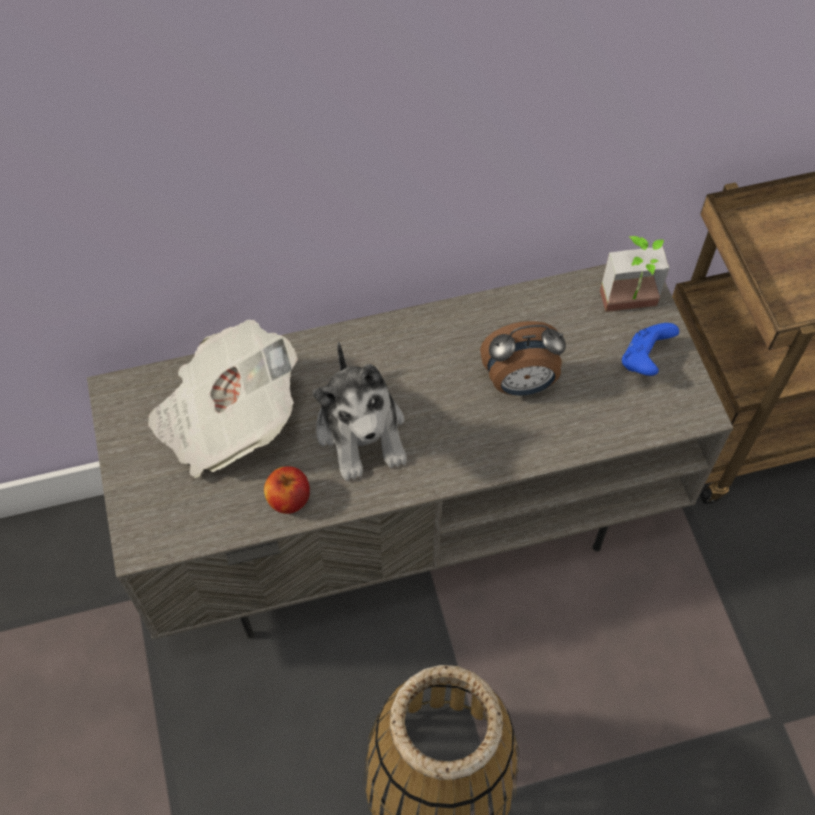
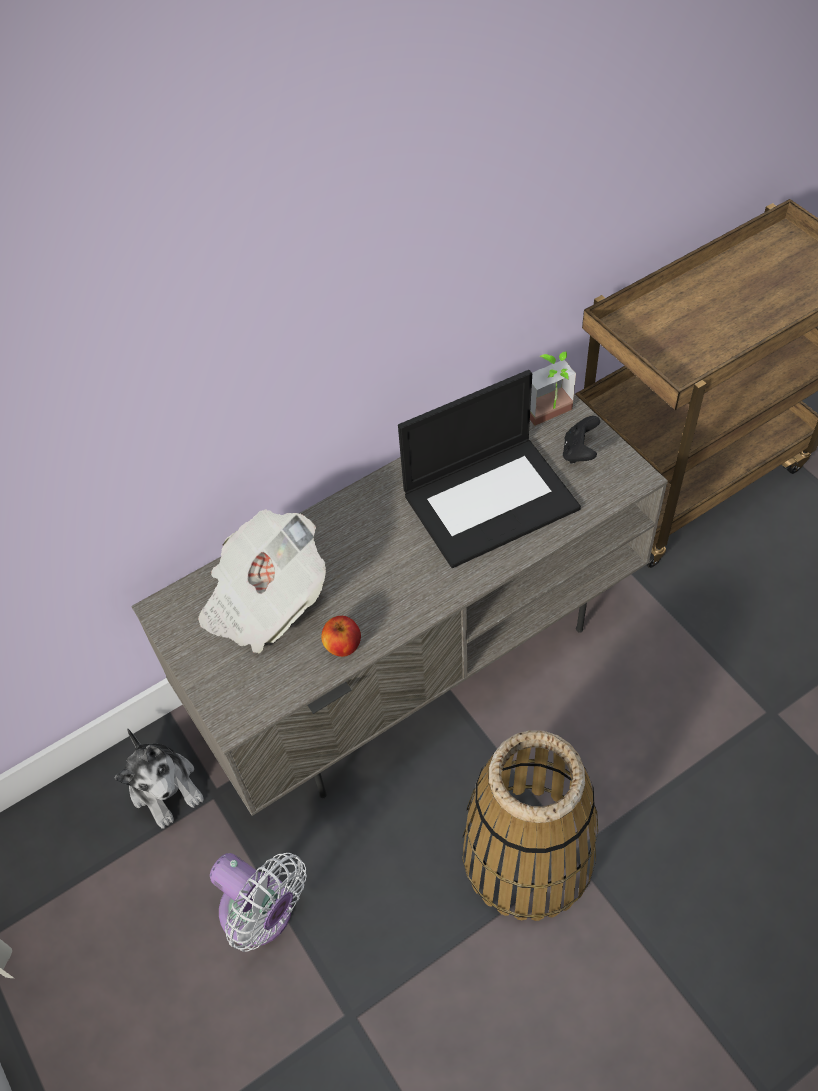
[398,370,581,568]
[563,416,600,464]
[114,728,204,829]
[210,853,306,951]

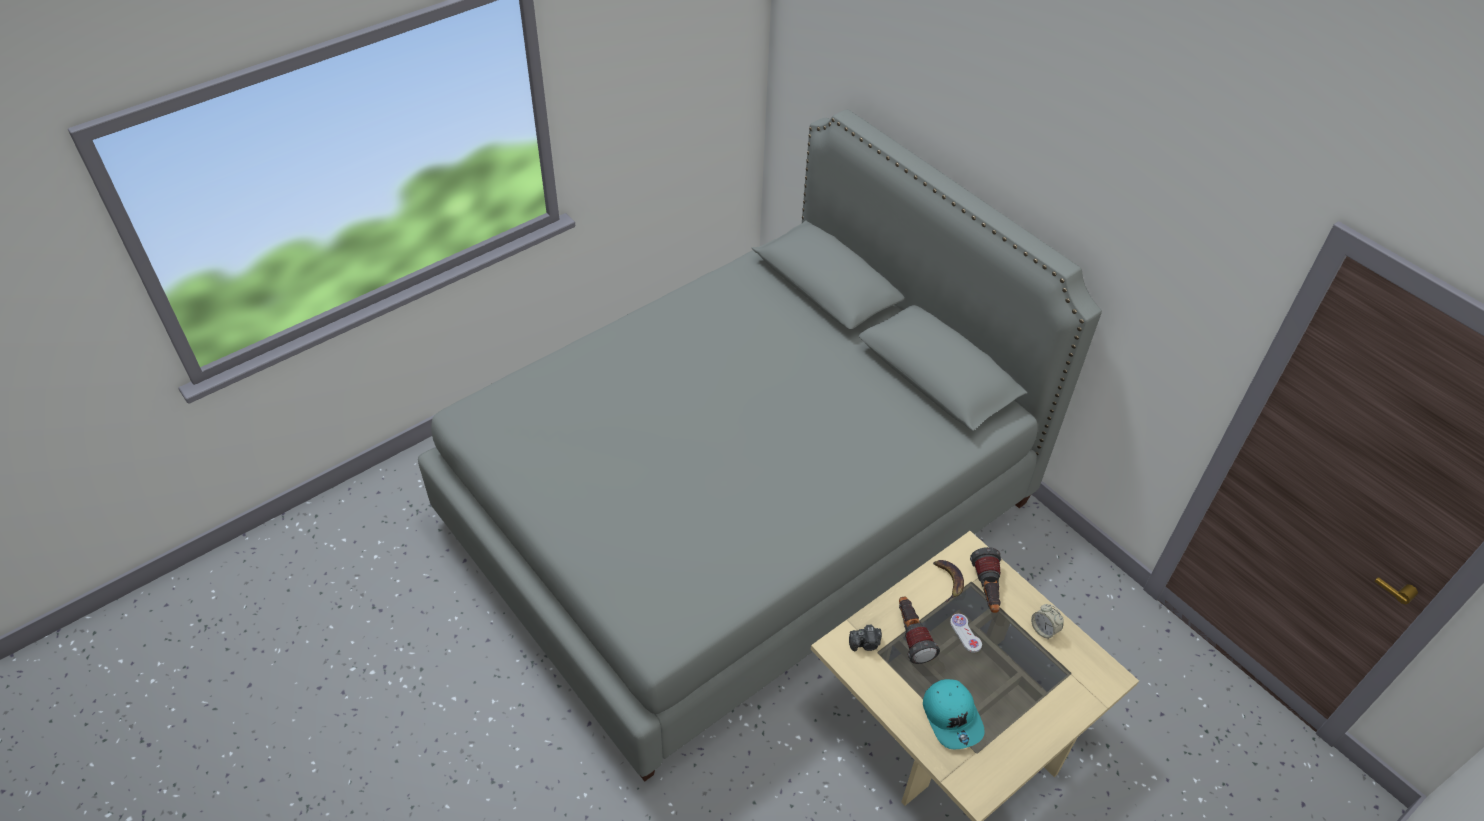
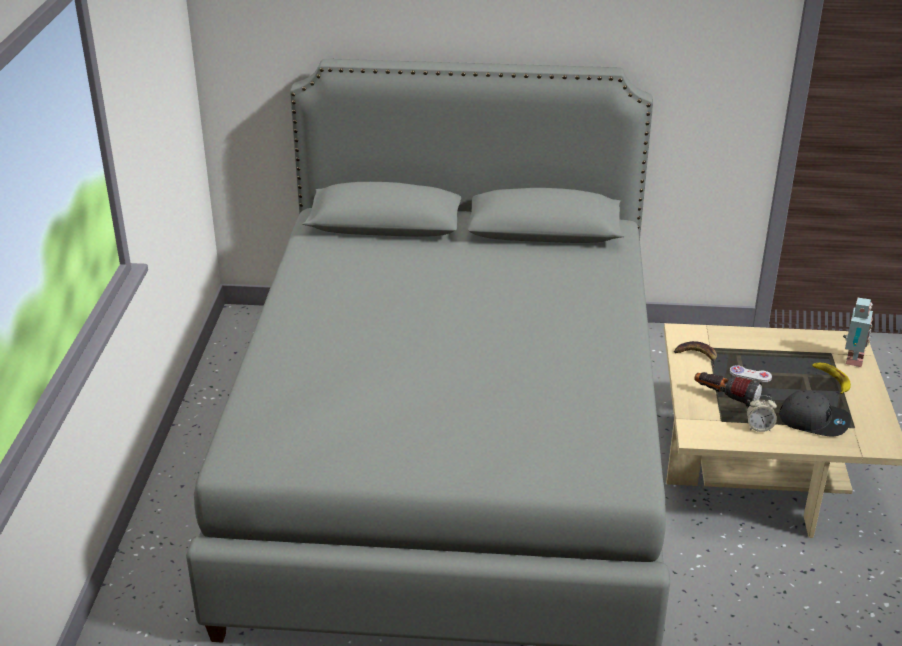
[970,547,1001,613] (first image)
[747,395,777,432]
[849,625,882,651] (first image)
[779,391,851,436]
[843,298,873,367]
[812,363,851,394]

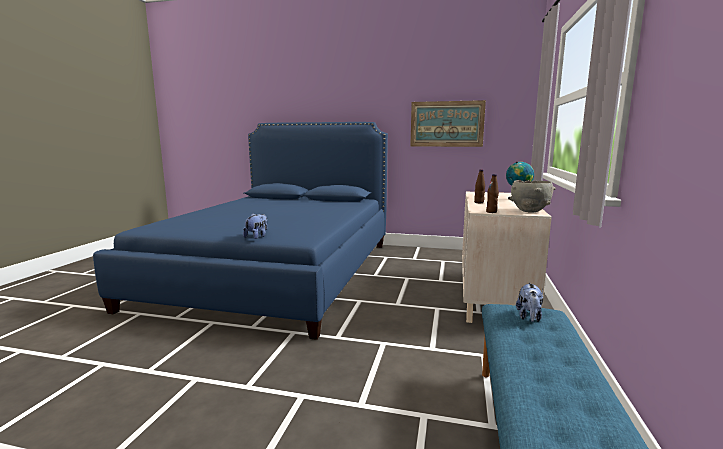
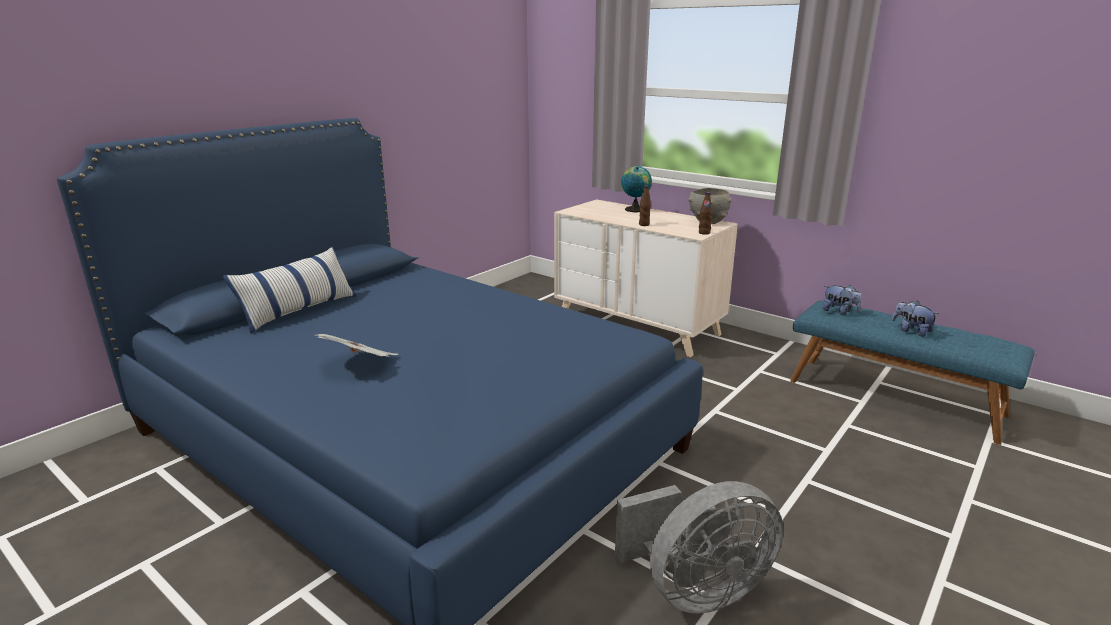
[410,100,486,147] (first image)
[892,301,938,337]
[223,247,356,334]
[317,334,398,357]
[615,481,783,614]

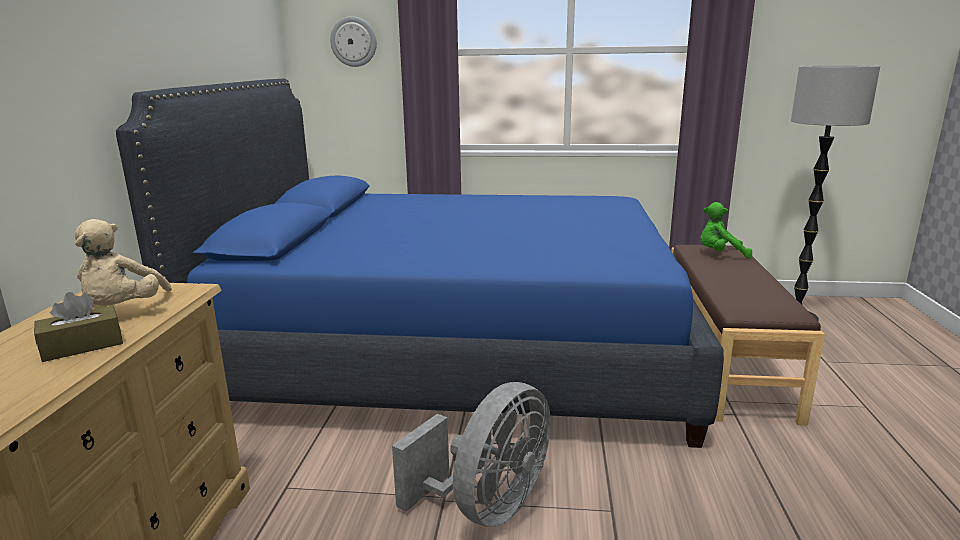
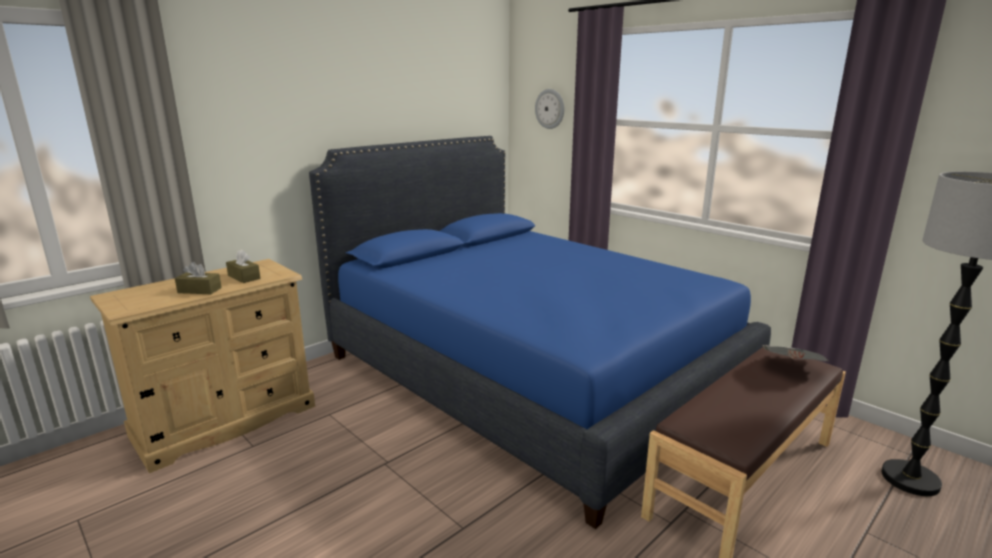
[762,345,829,361]
[226,250,260,283]
[392,382,551,527] (first image)

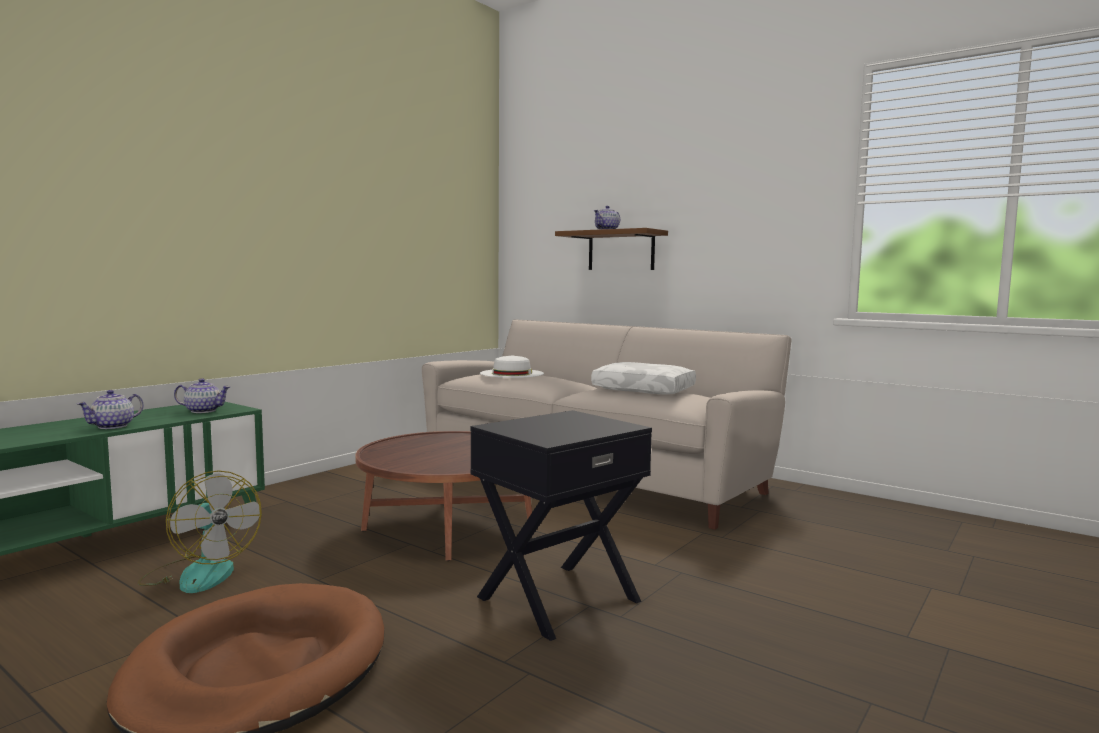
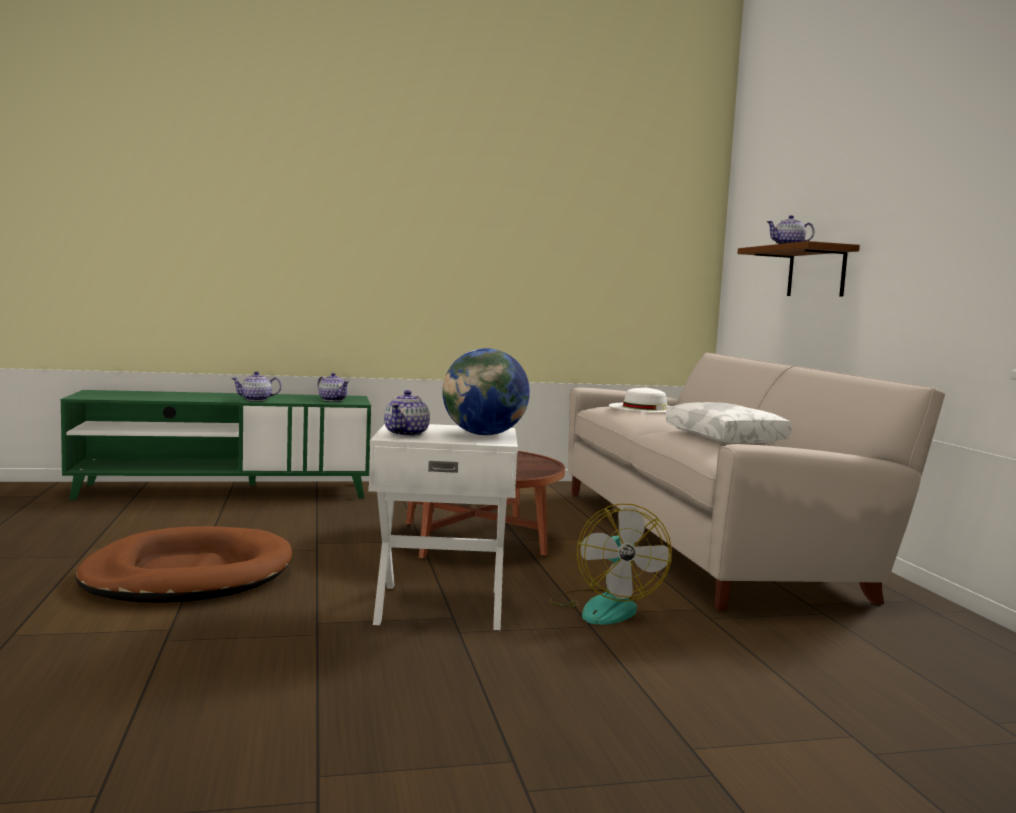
[368,424,518,630]
[549,503,672,625]
[442,348,530,435]
[384,390,430,437]

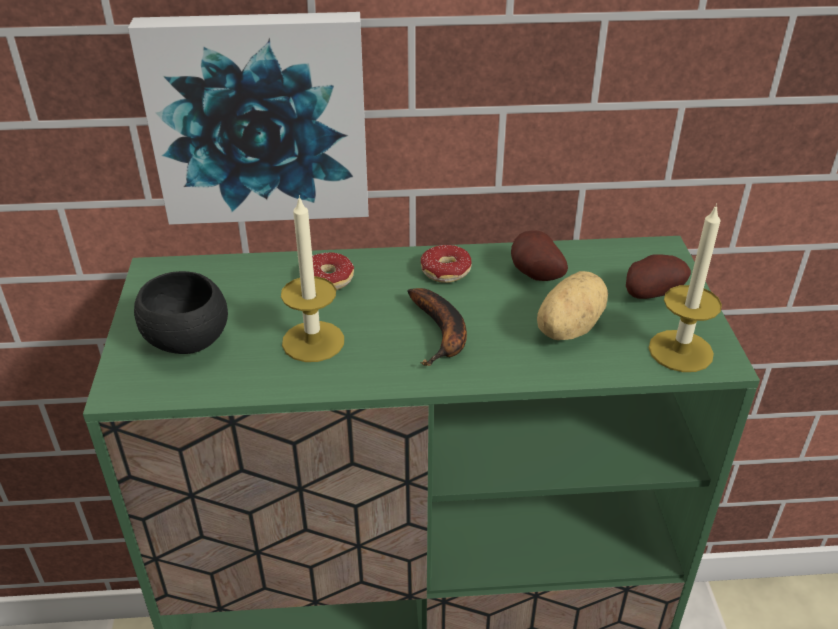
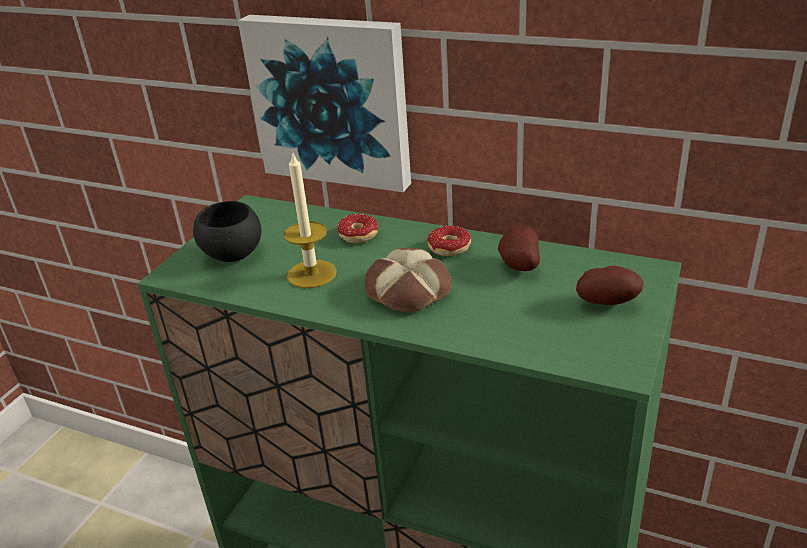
[649,204,722,372] (first image)
[537,271,608,340] (first image)
[364,248,452,312]

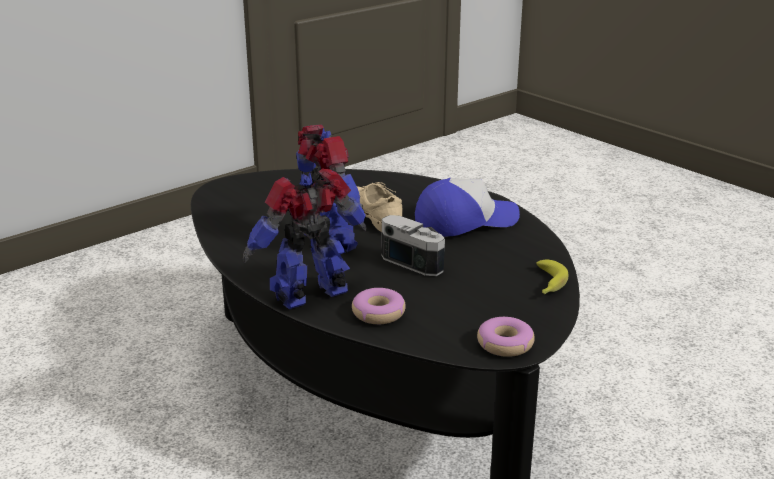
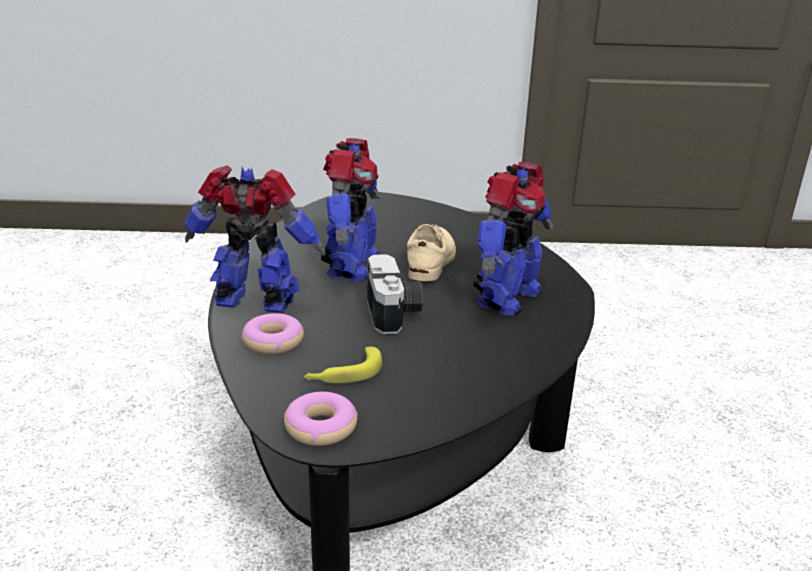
[473,162,554,316]
[304,347,382,384]

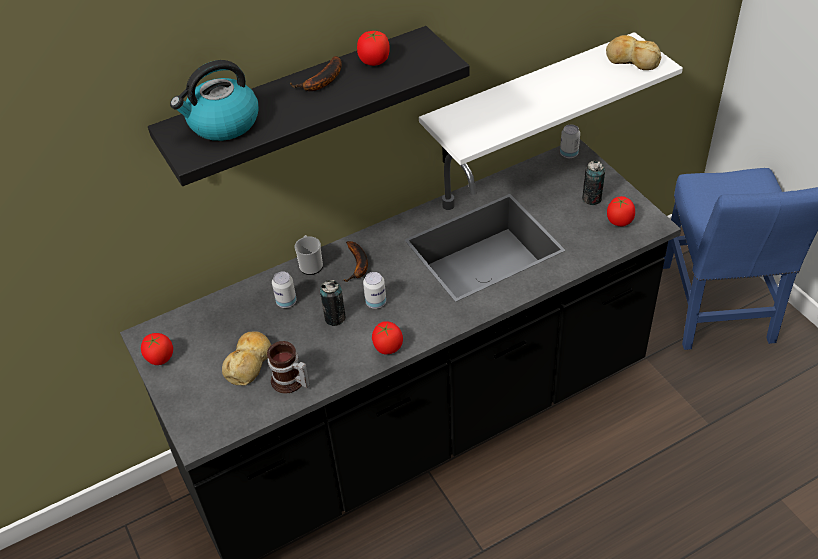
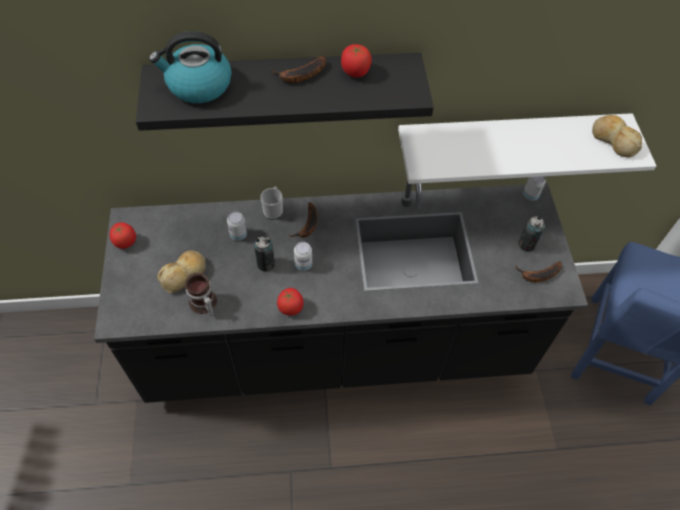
[516,261,562,282]

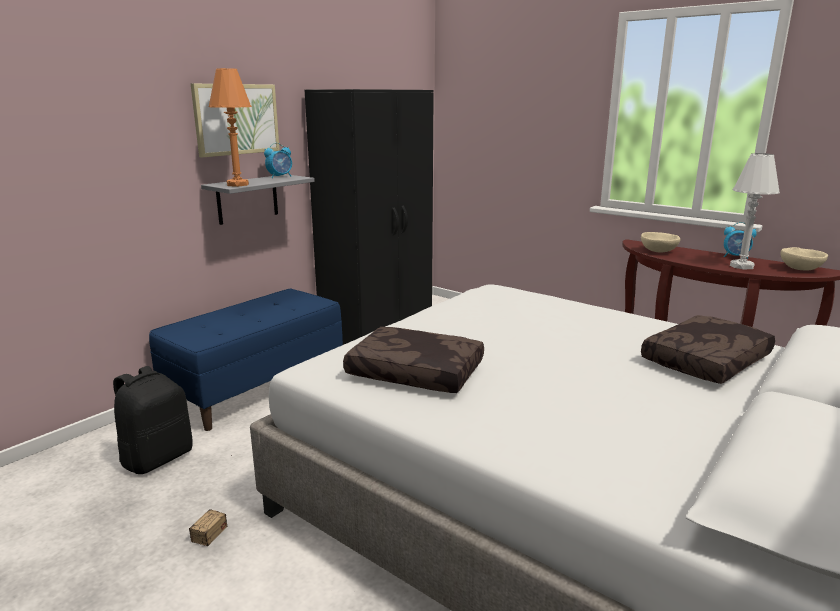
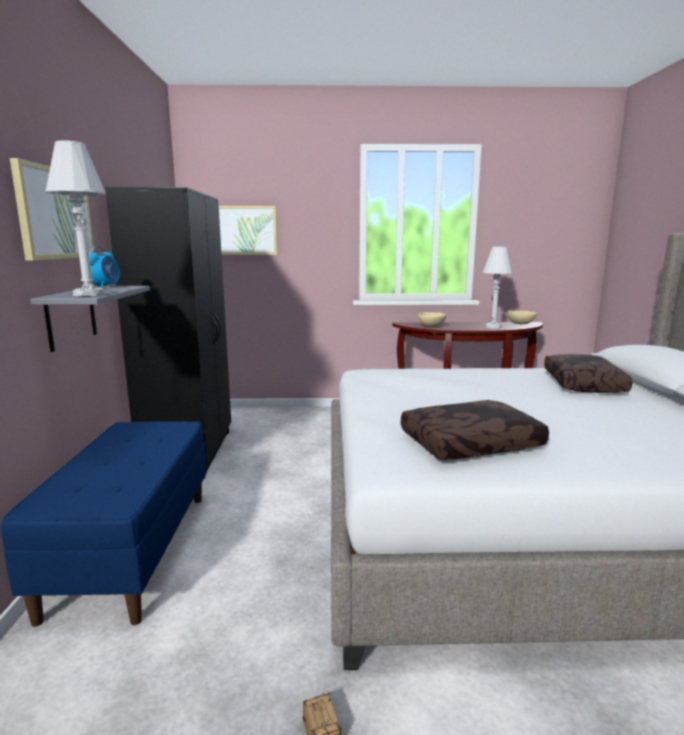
[45,140,106,297]
[724,222,757,259] (first image)
[113,366,193,474] (first image)
[219,206,278,255]

